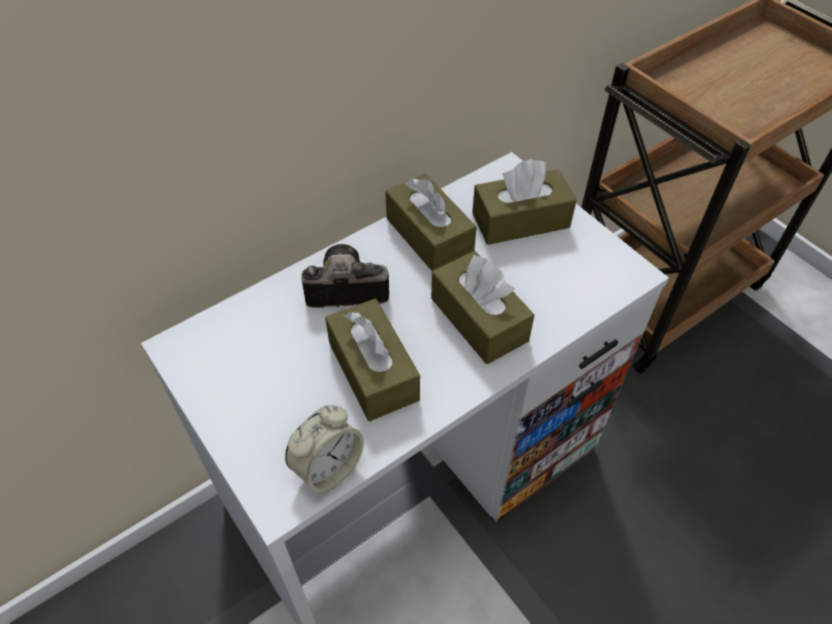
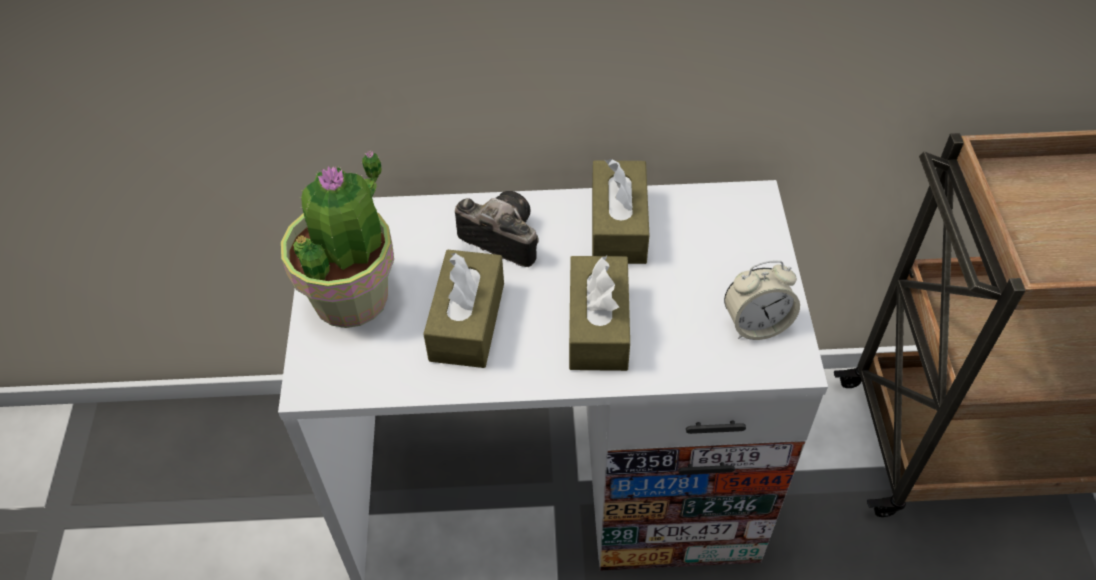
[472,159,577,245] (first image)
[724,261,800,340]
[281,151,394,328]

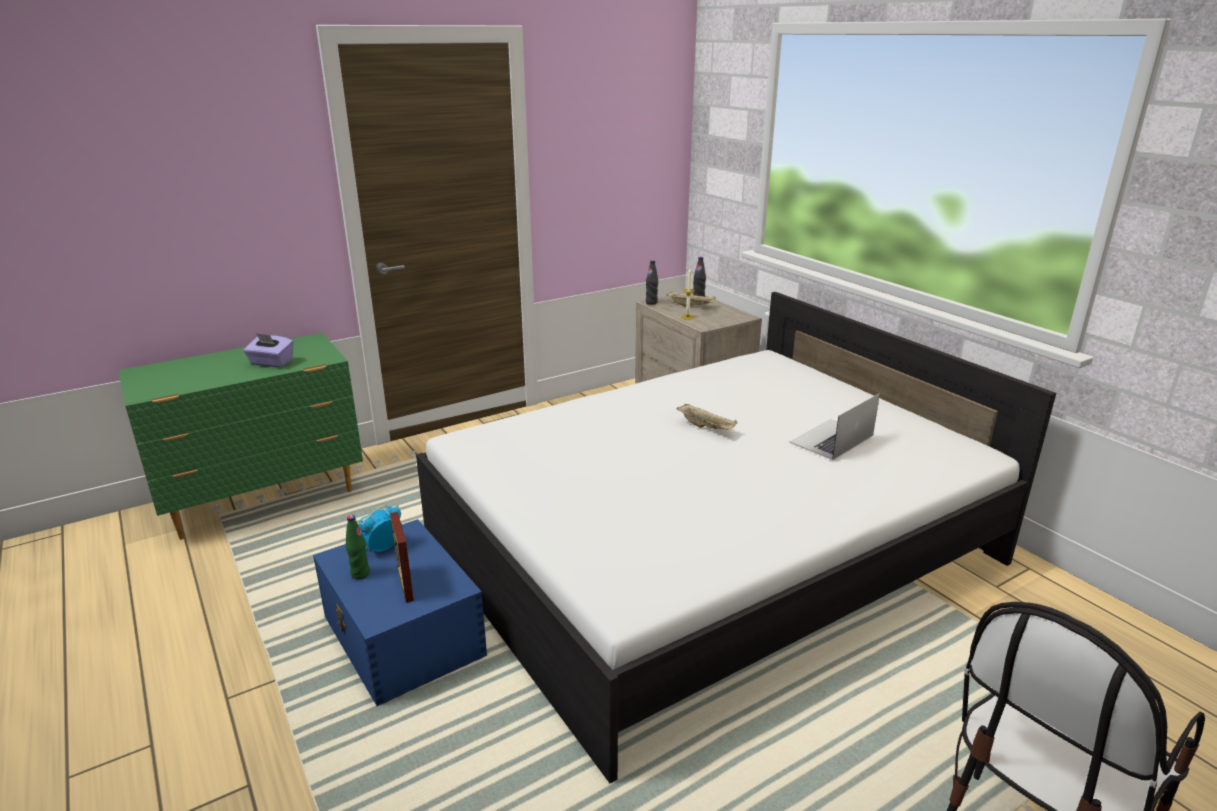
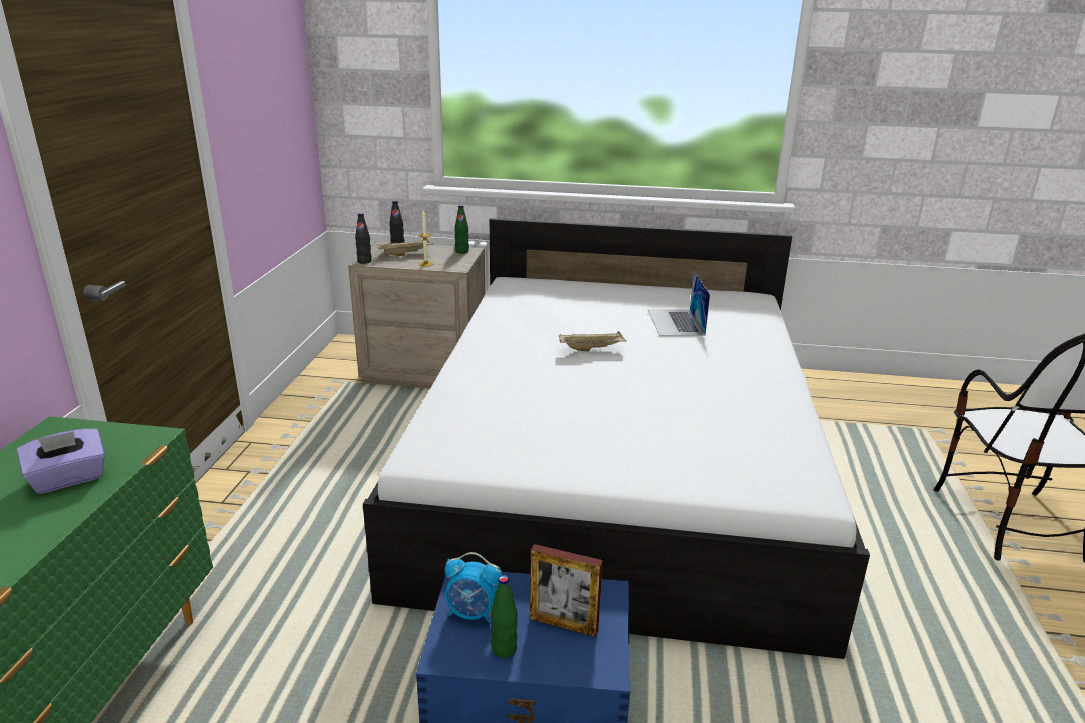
[445,552,502,623]
[454,205,469,254]

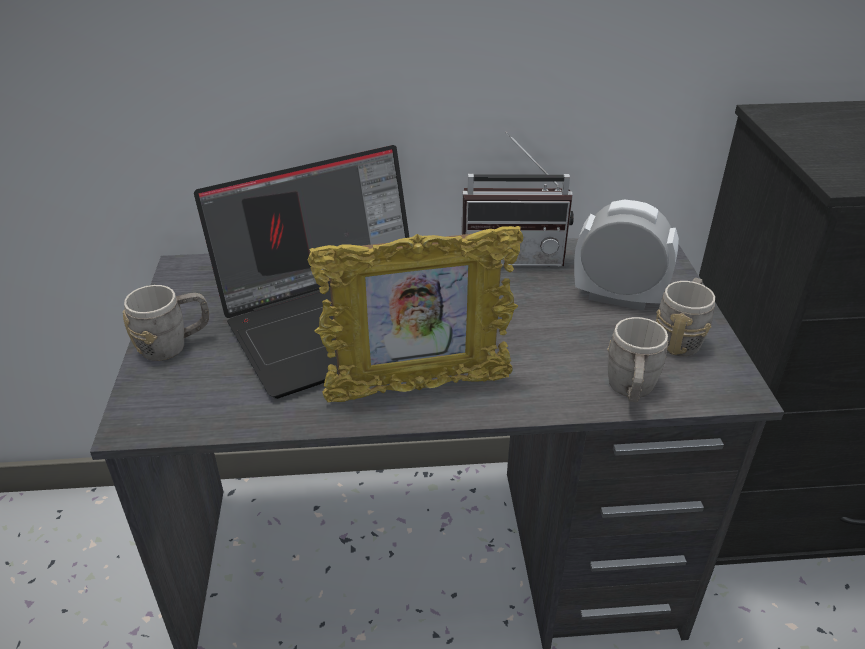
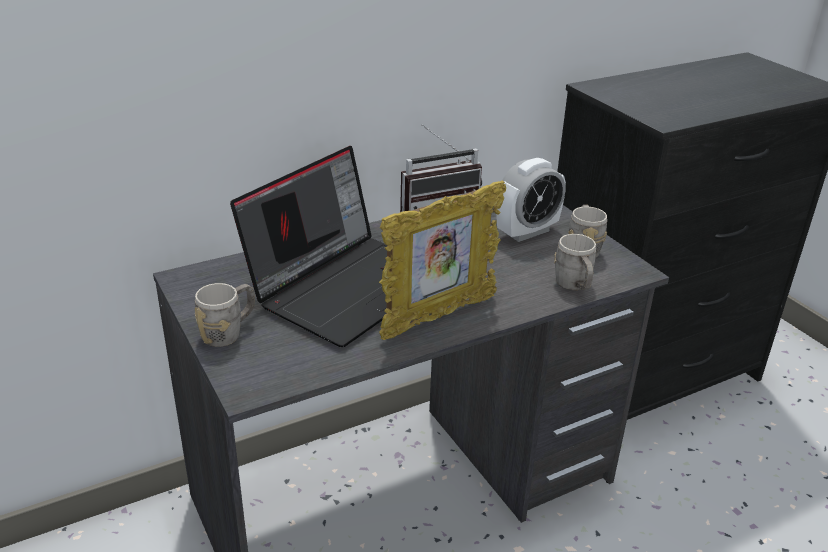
[496,158,566,242]

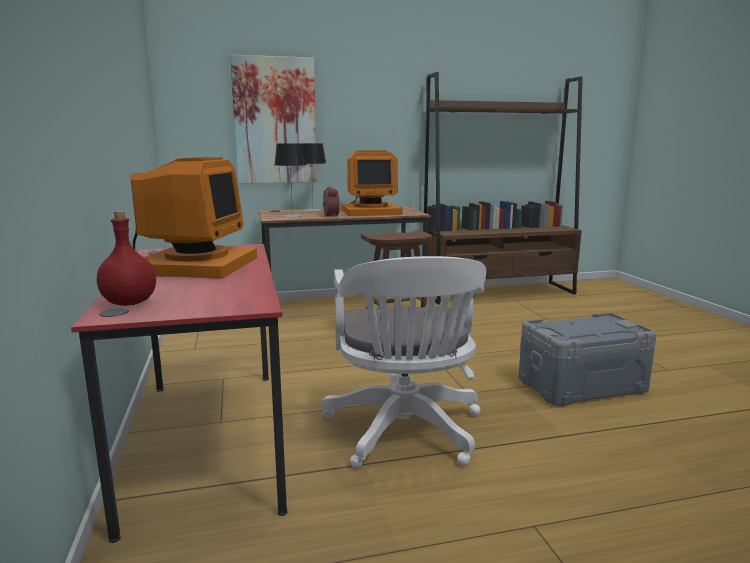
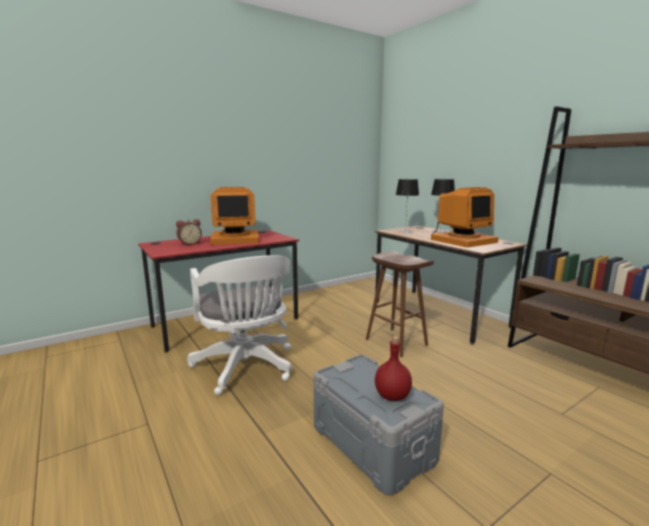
[230,55,317,184] (first image)
[431,187,499,248]
[176,219,202,245]
[375,336,412,401]
[187,255,292,395]

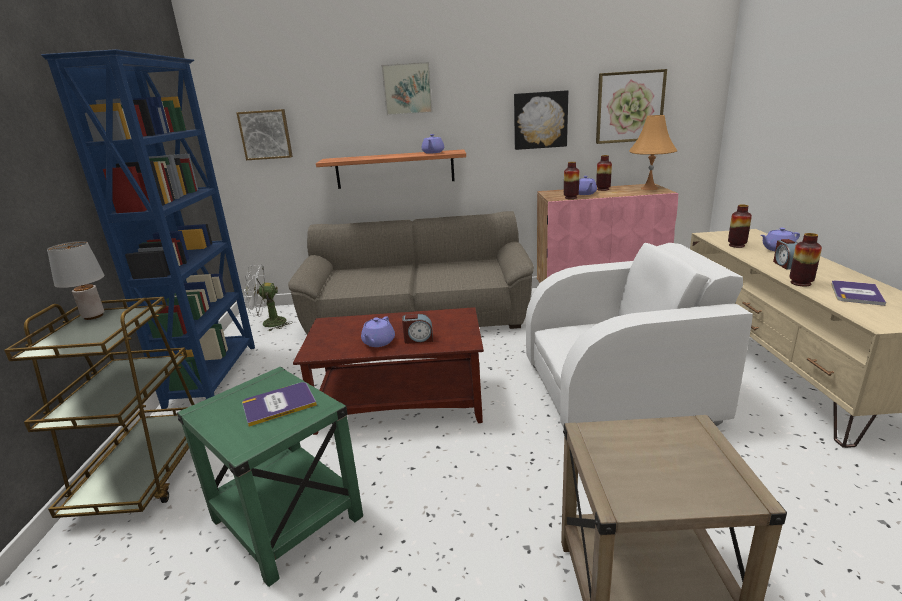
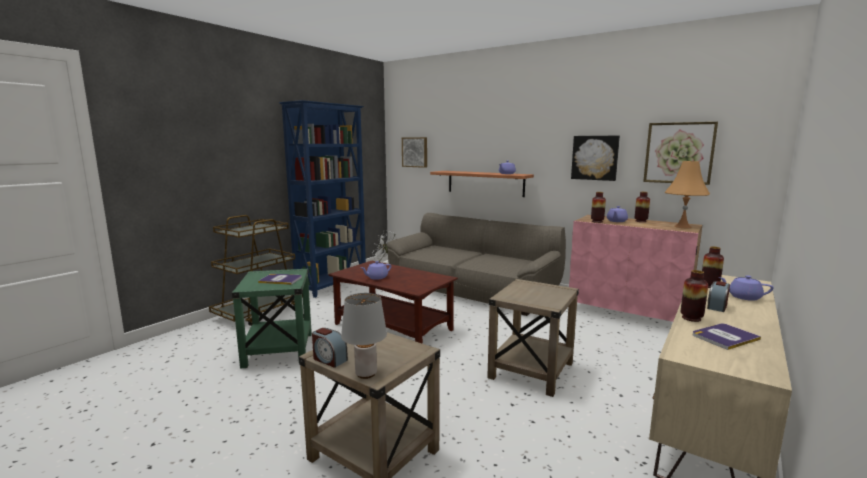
[381,62,433,116] (first image)
[341,293,387,379]
[487,279,579,397]
[312,328,348,368]

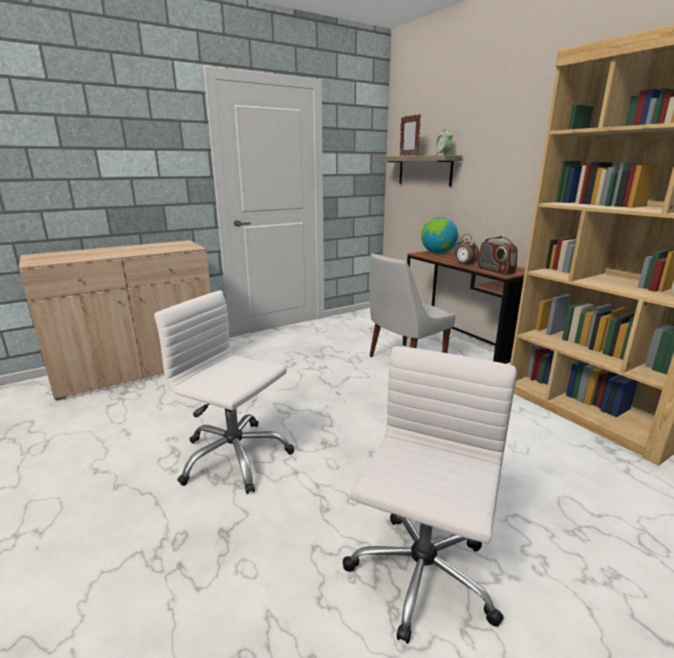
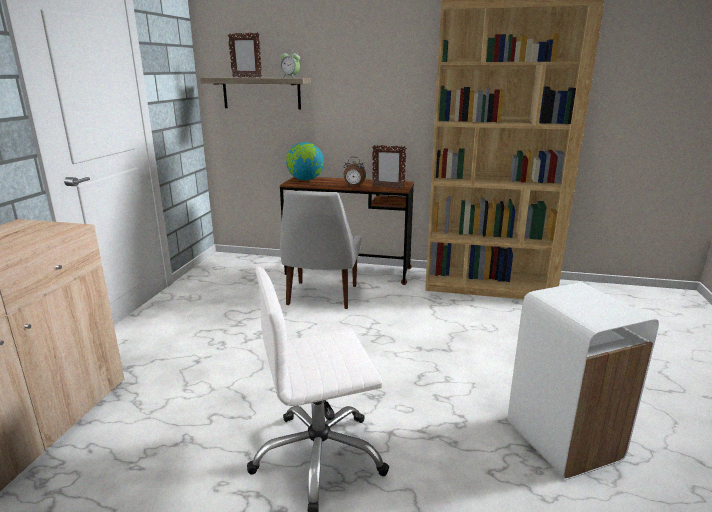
[372,145,406,189]
[508,283,659,479]

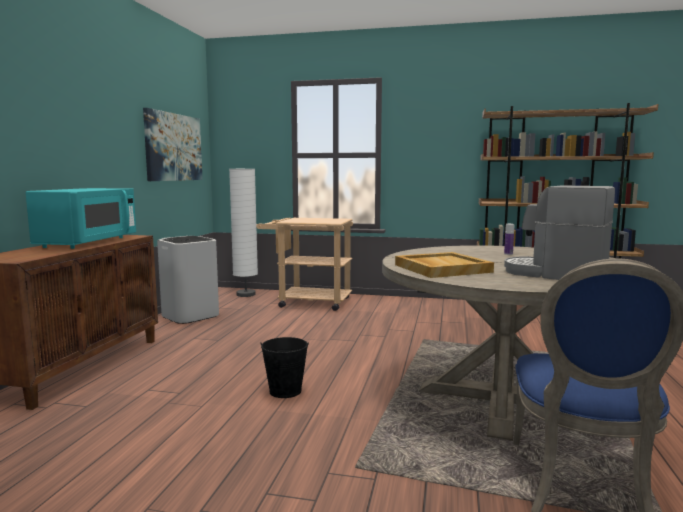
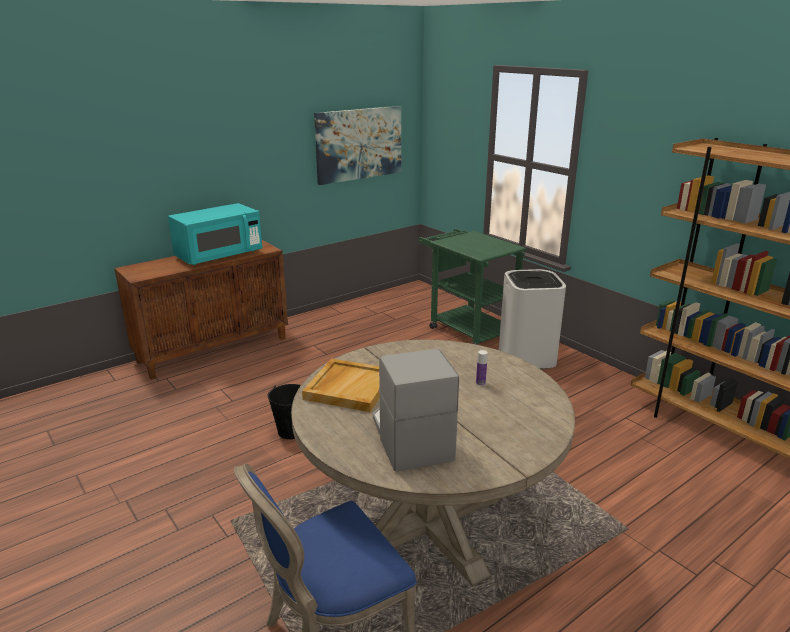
[229,169,258,297] (first image)
[418,229,527,345]
[499,269,566,369]

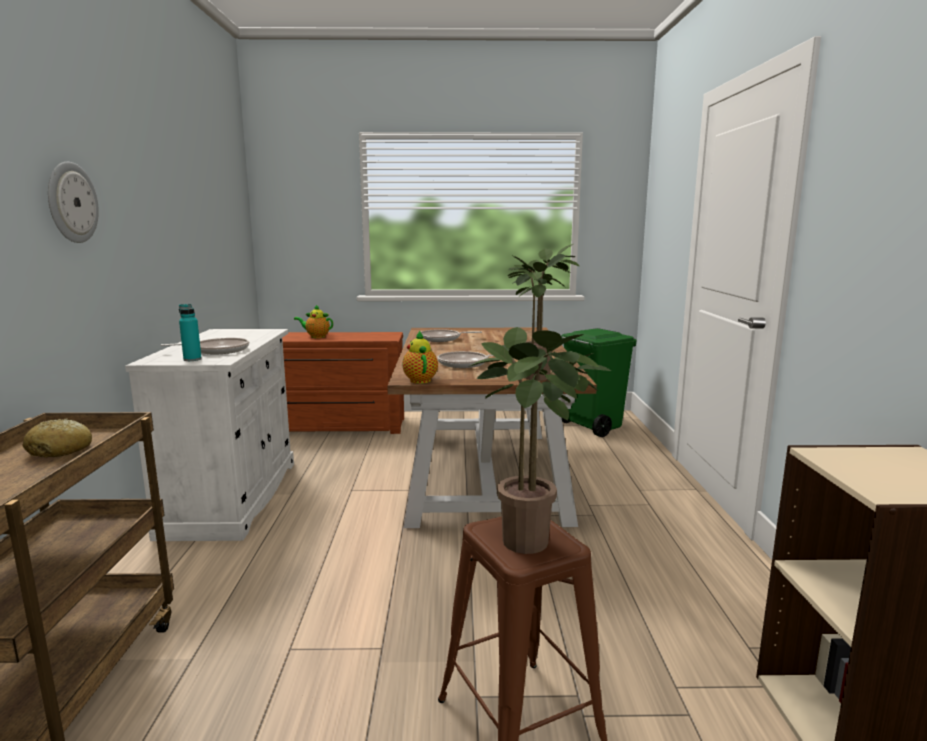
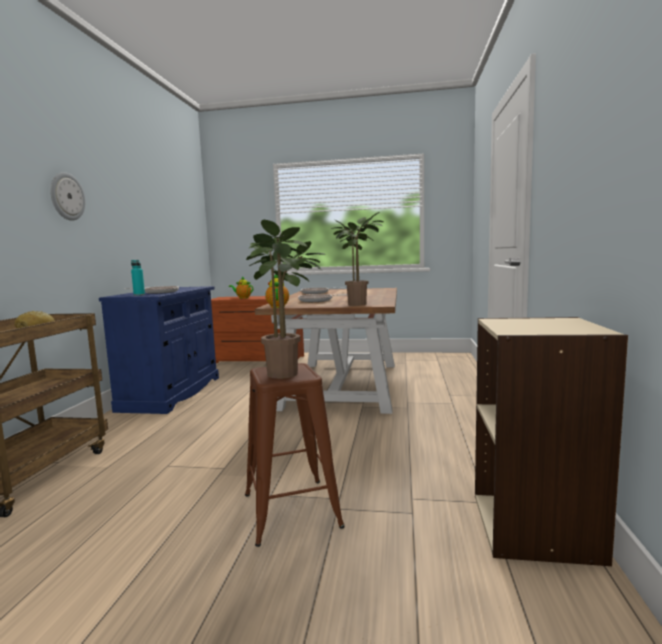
[561,328,637,437] (first image)
[99,286,219,414]

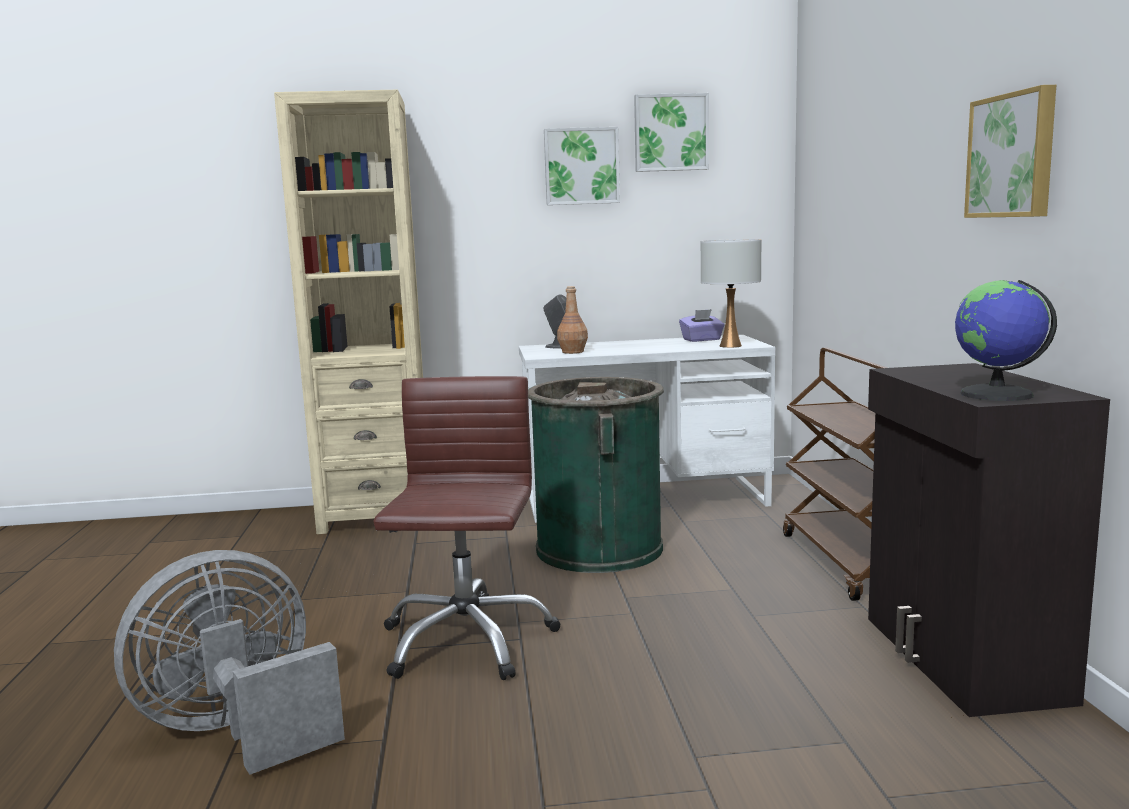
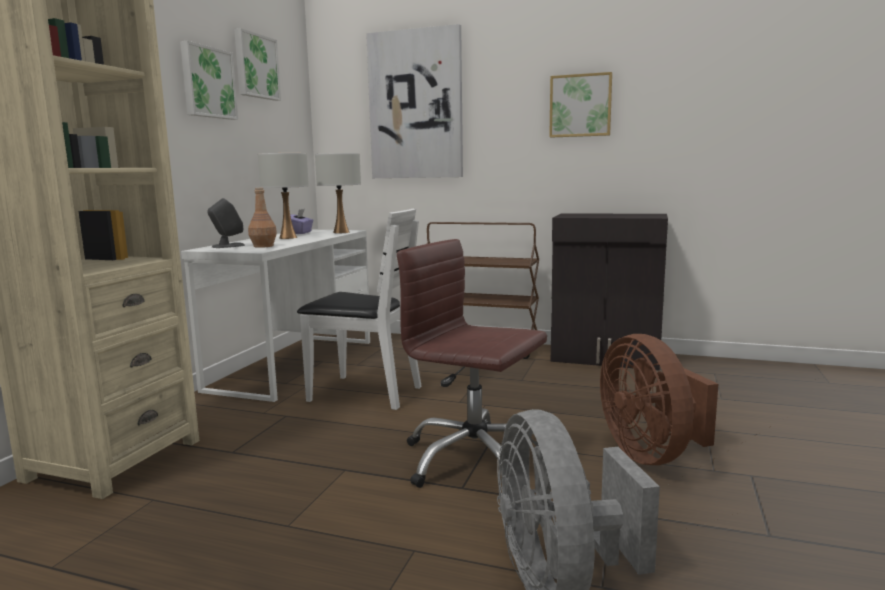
[955,280,1057,401] (first image)
[297,209,421,410]
[366,24,463,178]
[258,153,309,239]
[600,334,718,465]

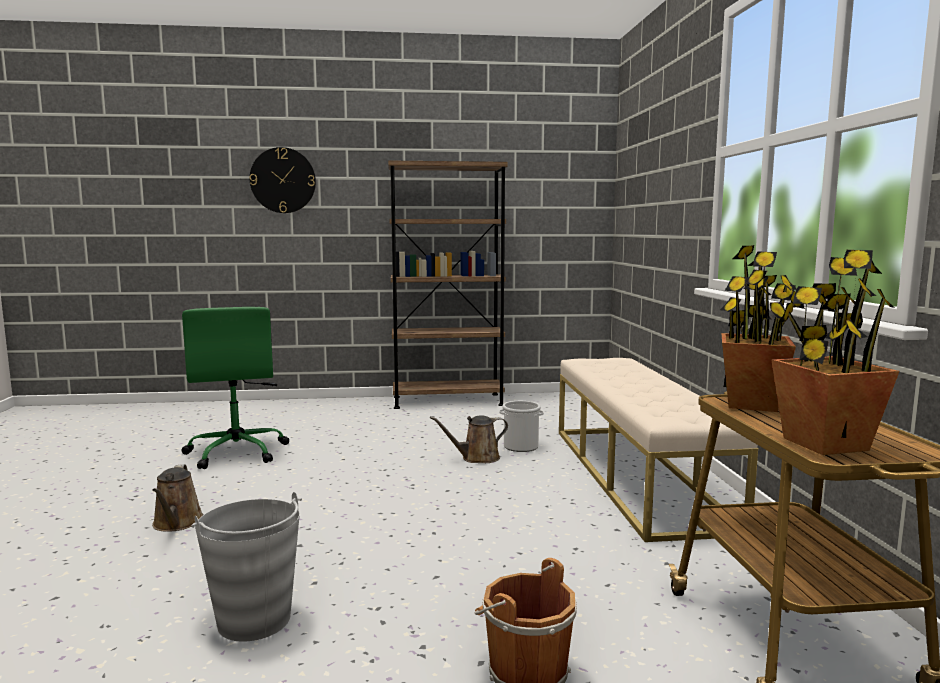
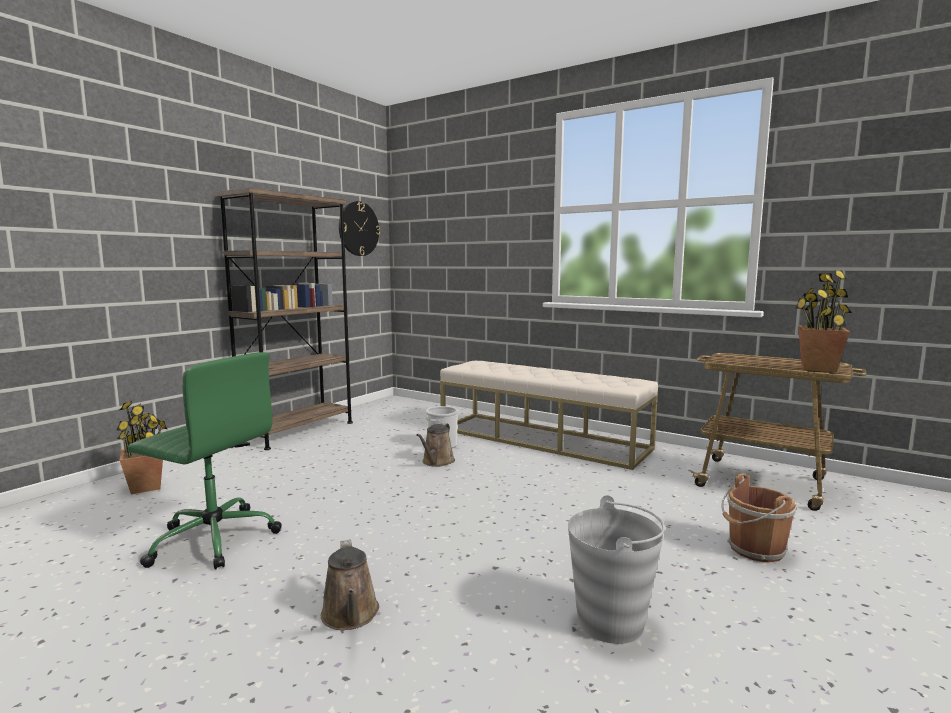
[339,201,380,256]
[116,401,167,494]
[321,539,379,630]

